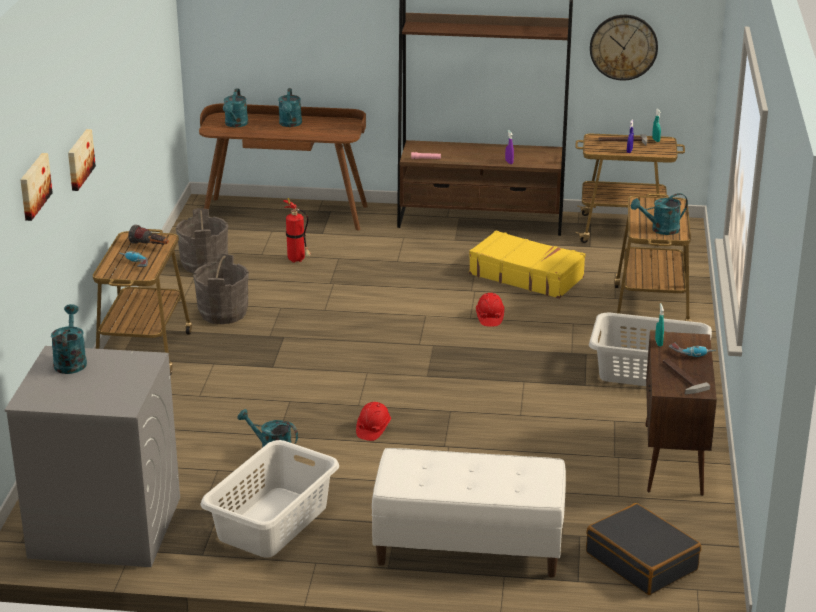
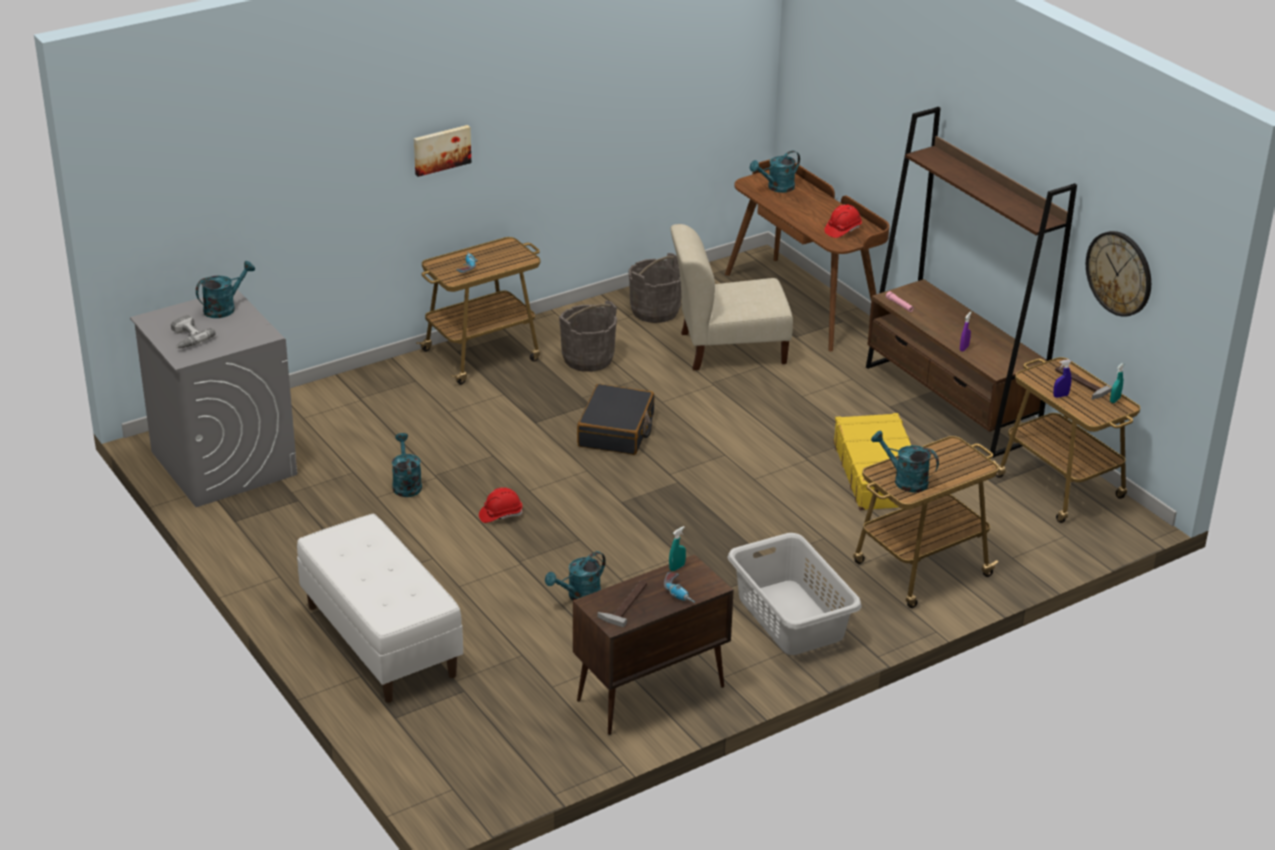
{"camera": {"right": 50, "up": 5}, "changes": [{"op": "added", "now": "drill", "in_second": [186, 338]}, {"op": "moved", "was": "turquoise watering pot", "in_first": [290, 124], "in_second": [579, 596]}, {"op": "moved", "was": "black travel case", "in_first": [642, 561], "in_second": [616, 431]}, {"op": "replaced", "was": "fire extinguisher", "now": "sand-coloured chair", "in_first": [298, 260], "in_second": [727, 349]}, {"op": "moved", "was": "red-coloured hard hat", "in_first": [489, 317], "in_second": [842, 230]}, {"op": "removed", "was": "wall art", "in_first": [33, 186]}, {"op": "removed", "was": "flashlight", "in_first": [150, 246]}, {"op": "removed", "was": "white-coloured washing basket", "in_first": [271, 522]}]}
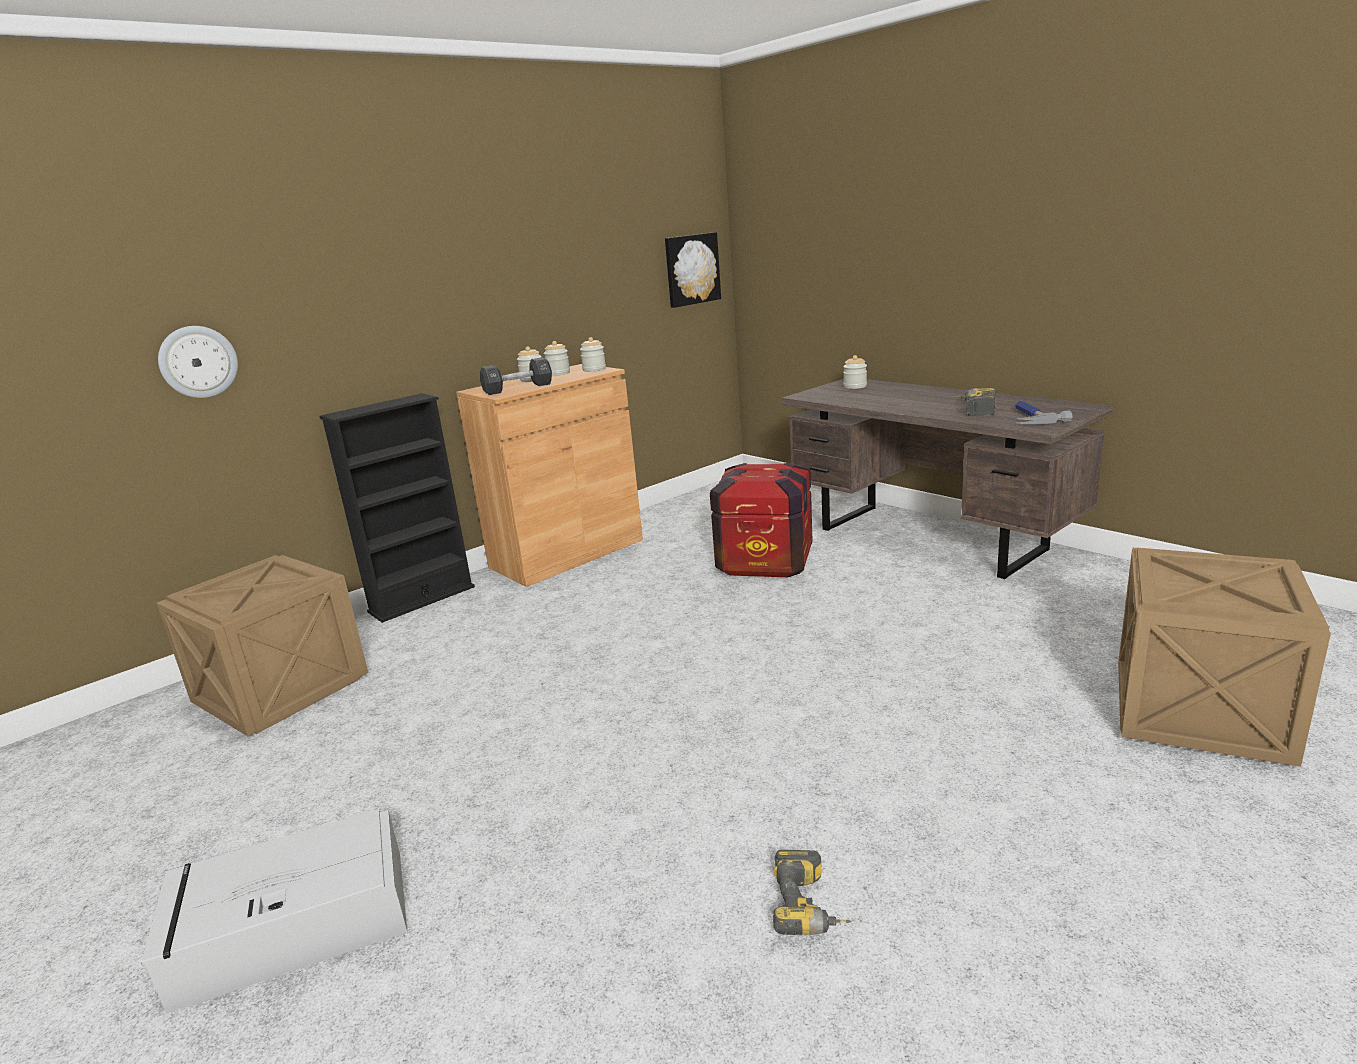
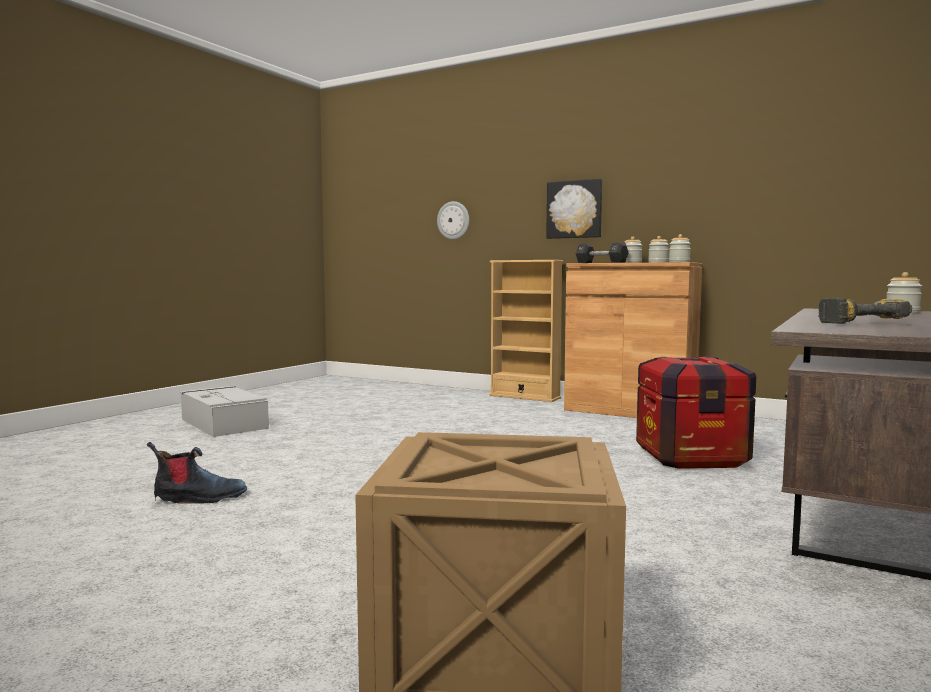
{"camera": {"right": 70, "up": -15}, "changes": [{"op": "replaced", "was": "drill", "now": "tall boot", "in_first": [810, 908], "in_second": [199, 498]}, {"op": "recoloured", "was": "black shelving unit", "now": "sand-coloured shelving unit", "in_first": [422, 599], "in_second": [524, 397]}, {"op": "moved", "was": "wall art", "in_first": [691, 269], "in_second": [574, 209]}, {"op": "removed", "was": "shipping crate", "in_first": [283, 689]}, {"op": "removed", "was": "tool hammer", "in_first": [1030, 417]}]}
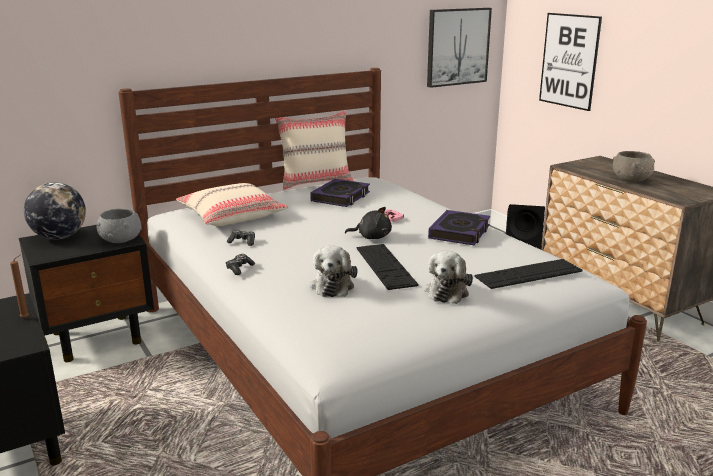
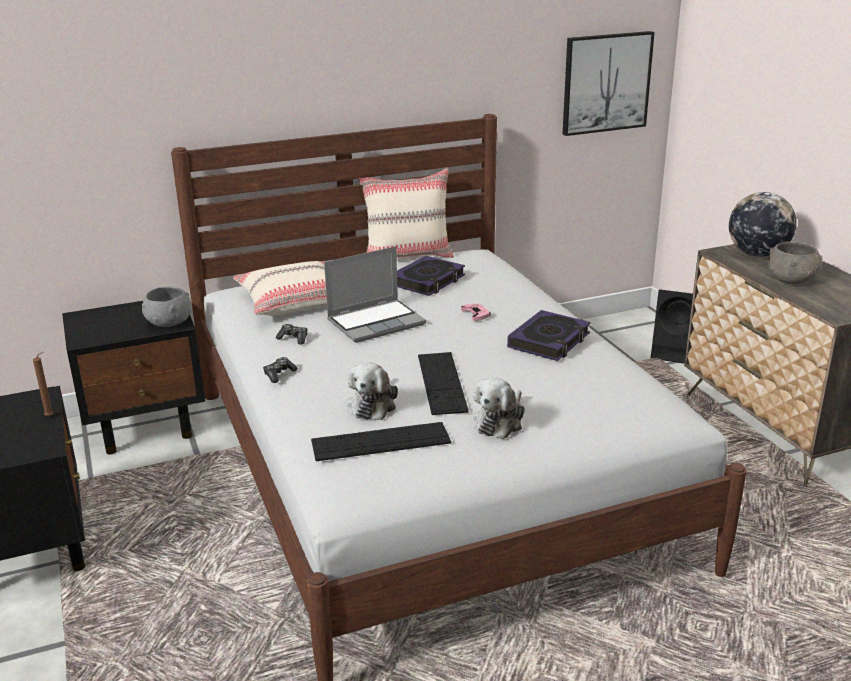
{"camera": {"right": 10, "up": 5}, "changes": [{"op": "moved", "was": "keyboard", "in_first": [528, 274], "in_second": [380, 442]}, {"op": "added", "now": "portable computer", "in_second": [376, 322]}, {"op": "moved", "was": "world globe", "in_first": [59, 237], "in_second": [757, 254]}, {"op": "removed", "was": "black plush toy", "in_first": [372, 237]}, {"op": "removed", "was": "wall art", "in_first": [569, 61]}]}
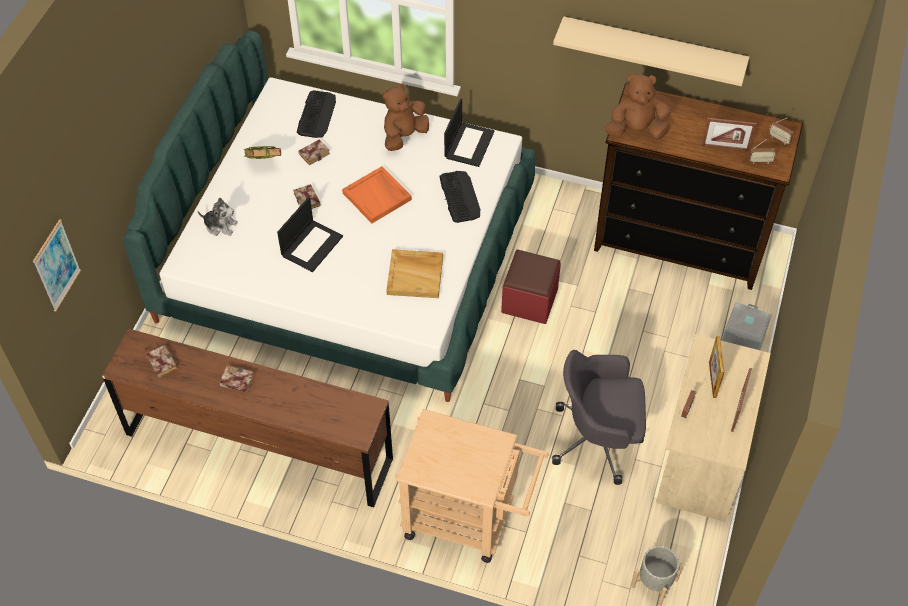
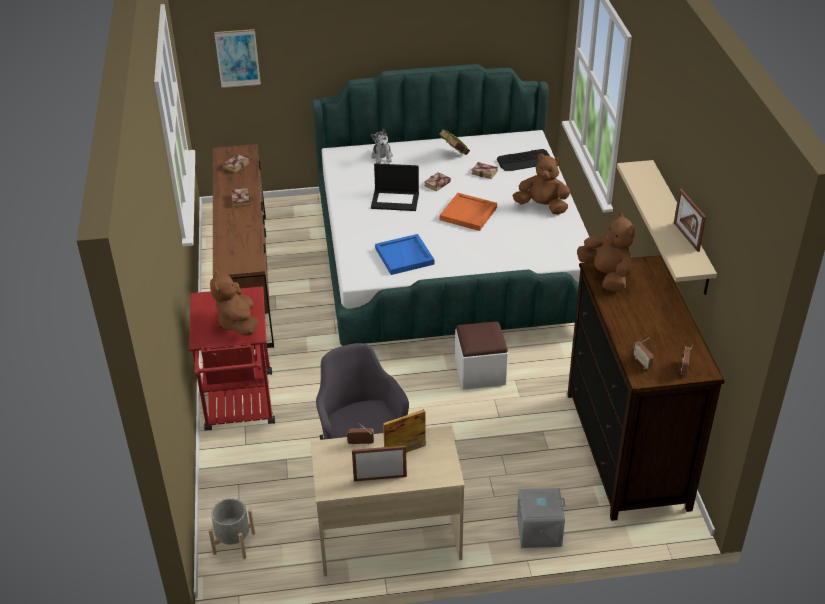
{"camera": {"right": 65, "up": -15}, "changes": [{"op": "recoloured", "was": "sand-coloured trolley", "now": "red-coloured trolley", "in_first": [468, 520], "in_second": [240, 407]}, {"op": "added", "now": "brown-coloured plush toy", "in_second": [238, 323]}, {"op": "recoloured", "was": "sand-coloured serving tray", "now": "blue-coloured serving tray", "in_first": [415, 275], "in_second": [405, 256]}, {"op": "recoloured", "was": "red-coloured pouffe", "now": "white-coloured pouffe", "in_first": [529, 301], "in_second": [480, 372]}, {"op": "moved", "was": "picture frame", "in_first": [725, 147], "in_second": [686, 237]}, {"op": "removed", "was": "keyboard", "in_first": [459, 196]}, {"op": "removed", "was": "portable computer", "in_first": [469, 144]}]}
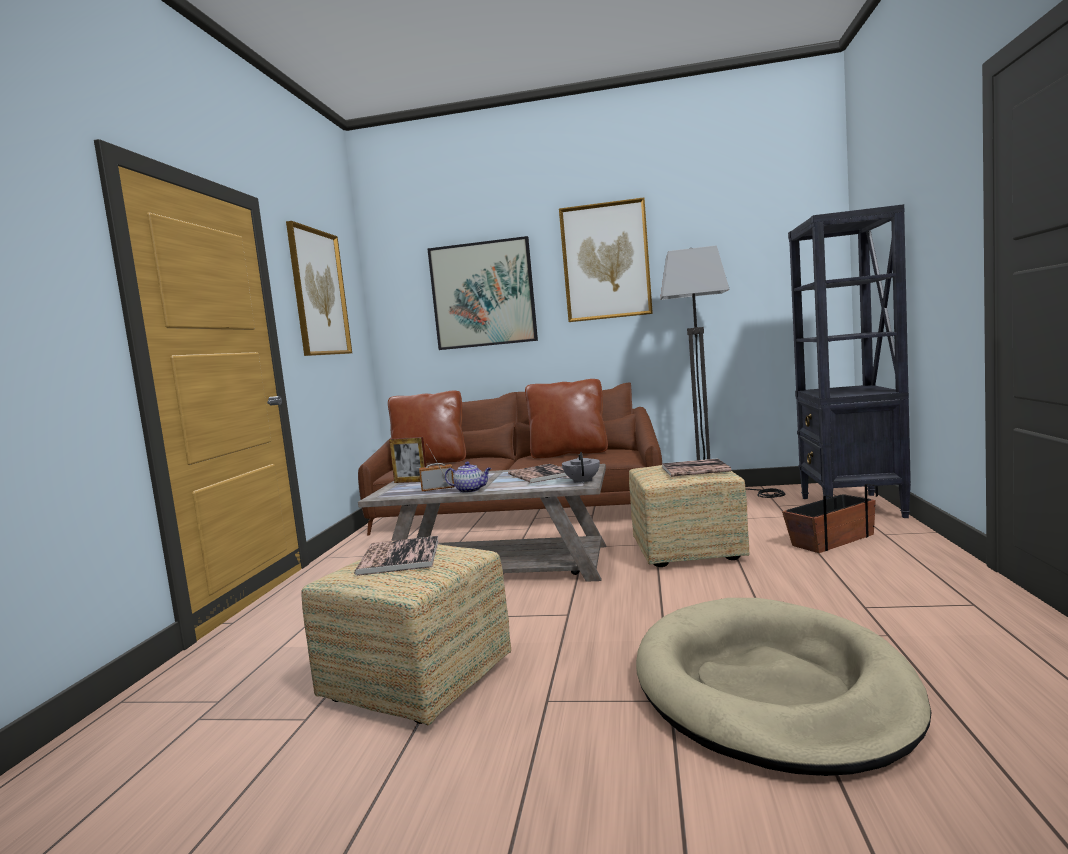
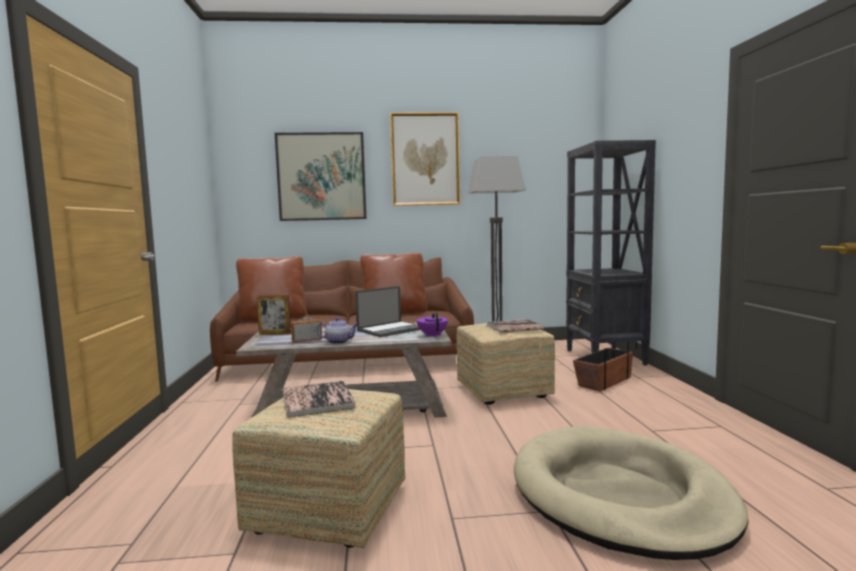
{"camera": {"right": -15, "up": 0}, "changes": [{"op": "replaced", "was": "bound book", "now": "portable computer", "in_first": [540, 475], "in_second": [391, 329]}, {"op": "recoloured", "was": "grey pot for tea", "now": "purplish pot for tea", "in_first": [582, 481], "in_second": [432, 335]}, {"op": "removed", "was": "wall art", "in_first": [319, 293]}]}
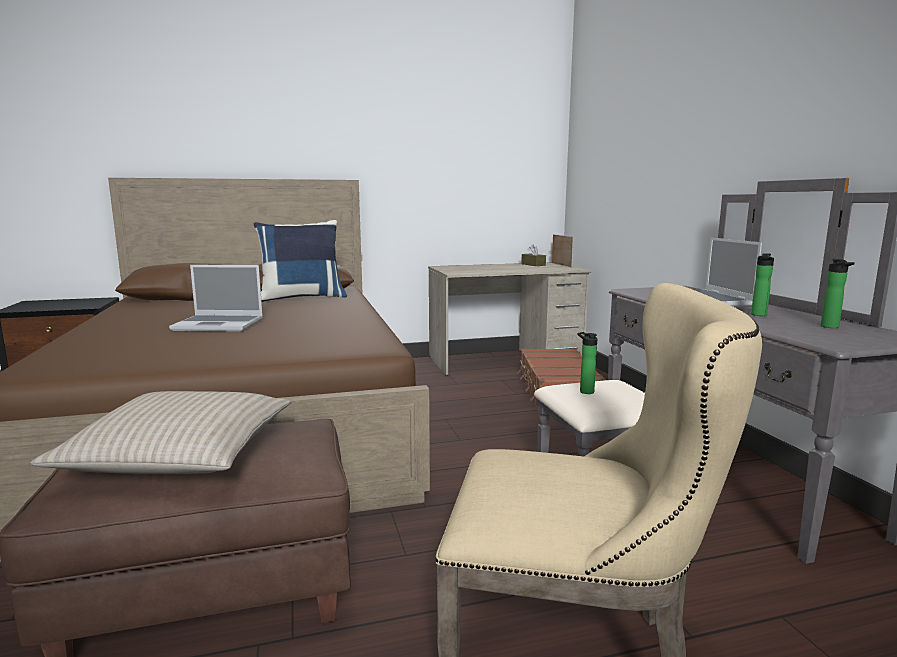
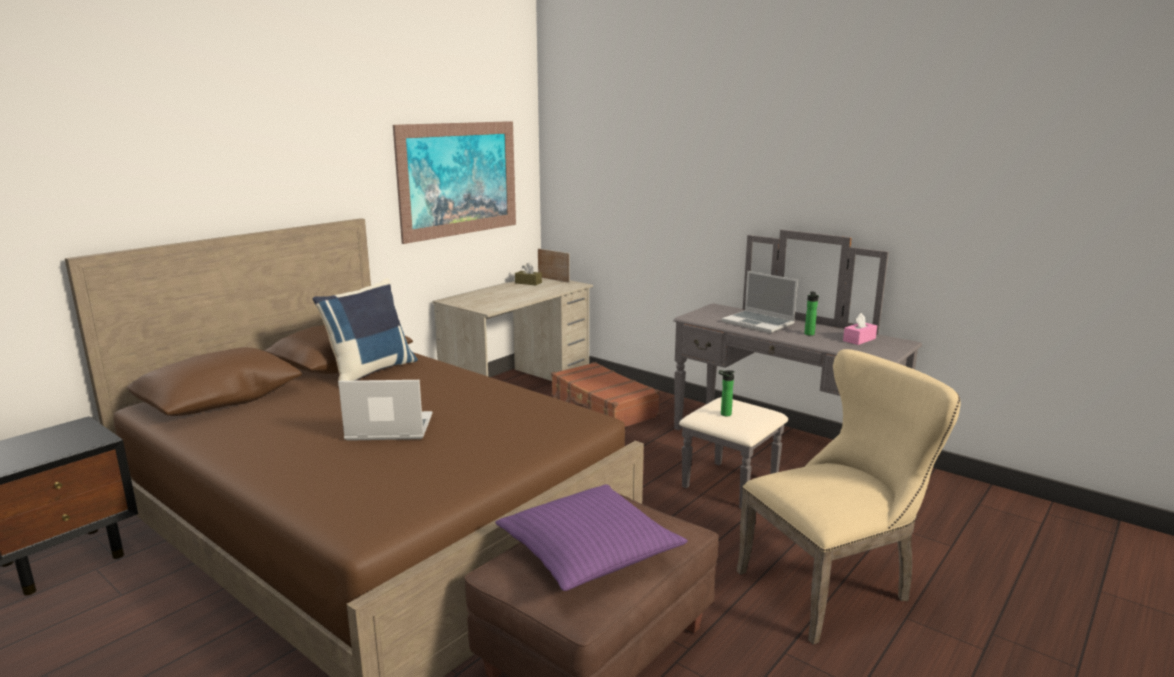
{"camera": {"right": -35, "up": 5}, "changes": [{"op": "turned", "was": "portable computer", "in_first": [220, 325], "in_second": [388, 429], "clockwise": -150}, {"op": "added", "now": "wall art", "in_second": [459, 179]}, {"op": "recoloured", "was": "sand-coloured cushion", "now": "purplish cushion", "in_first": [181, 454], "in_second": [588, 551]}, {"op": "replaced", "was": "beverage bottle", "now": "pink box of tissues", "in_first": [831, 327], "in_second": [859, 339]}]}
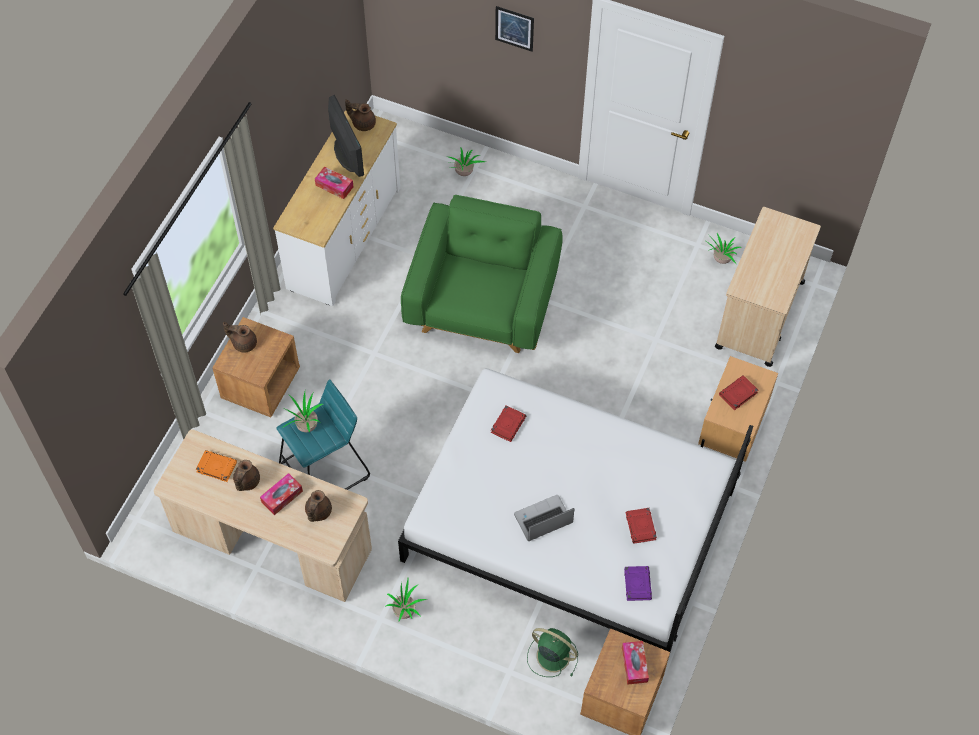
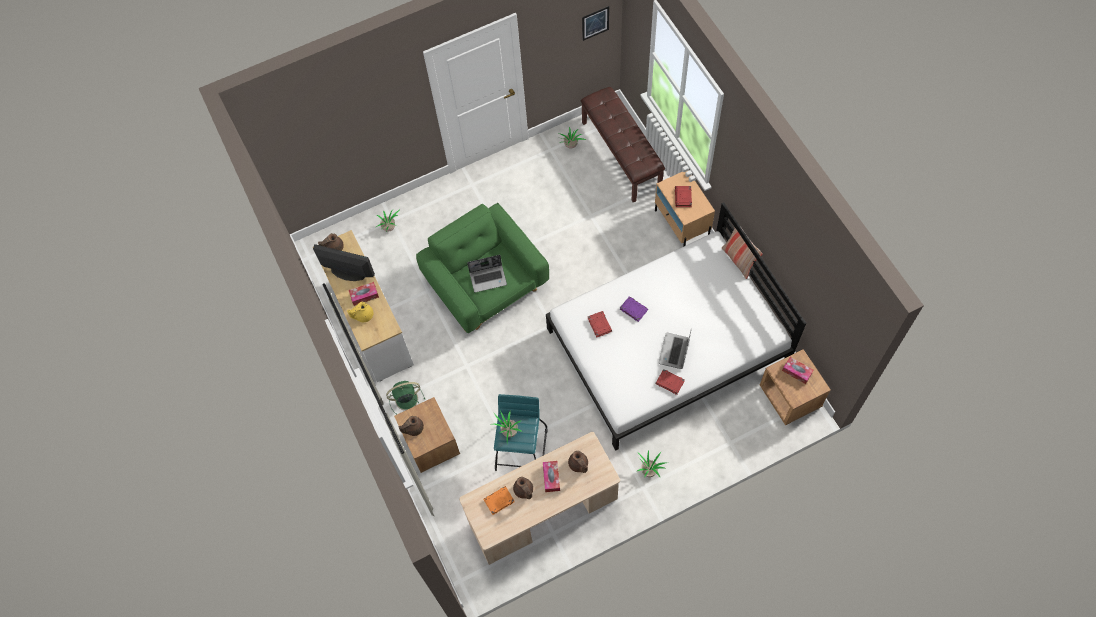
{"camera": {"right": -45, "up": 5}, "changes": [{"op": "added", "now": "yellow-coloured pot for tea", "in_second": [363, 315]}, {"op": "moved", "was": "greenish fan", "in_first": [551, 655], "in_second": [405, 400]}, {"op": "added", "now": "portable computer", "in_second": [488, 278]}, {"op": "replaced", "was": "sand-coloured trolley", "now": "brown-coloured bench", "in_first": [759, 315], "in_second": [621, 155]}, {"op": "moved", "was": "wall art", "in_first": [514, 28], "in_second": [595, 23]}, {"op": "moved", "was": "purplish bound book", "in_first": [637, 584], "in_second": [633, 309]}, {"op": "moved", "was": "red-coloured bound book", "in_first": [641, 527], "in_second": [670, 382]}, {"op": "added", "now": "cushion", "in_second": [739, 260]}]}
